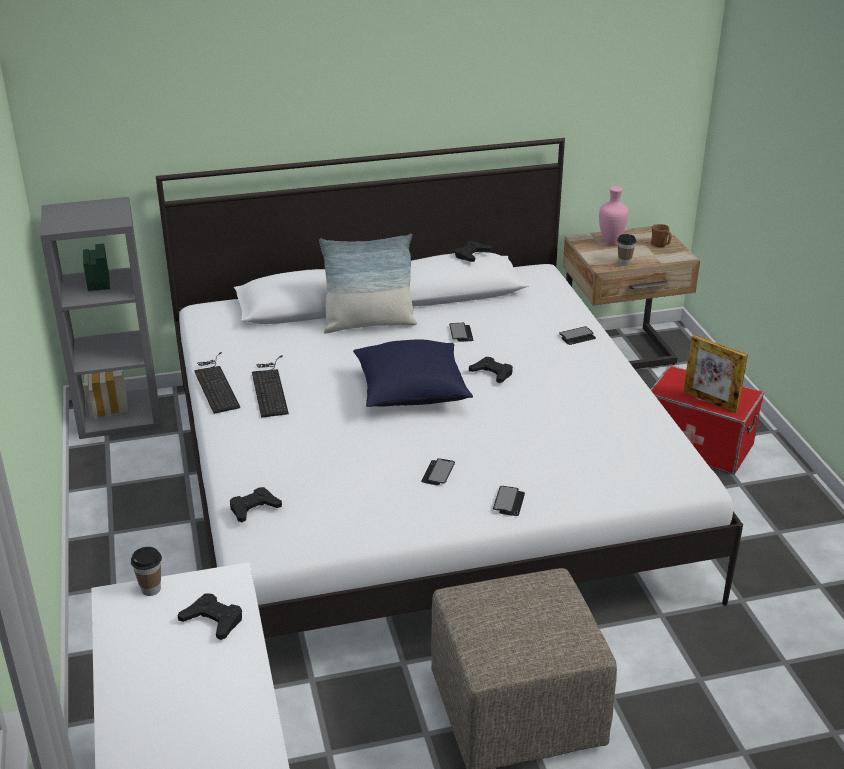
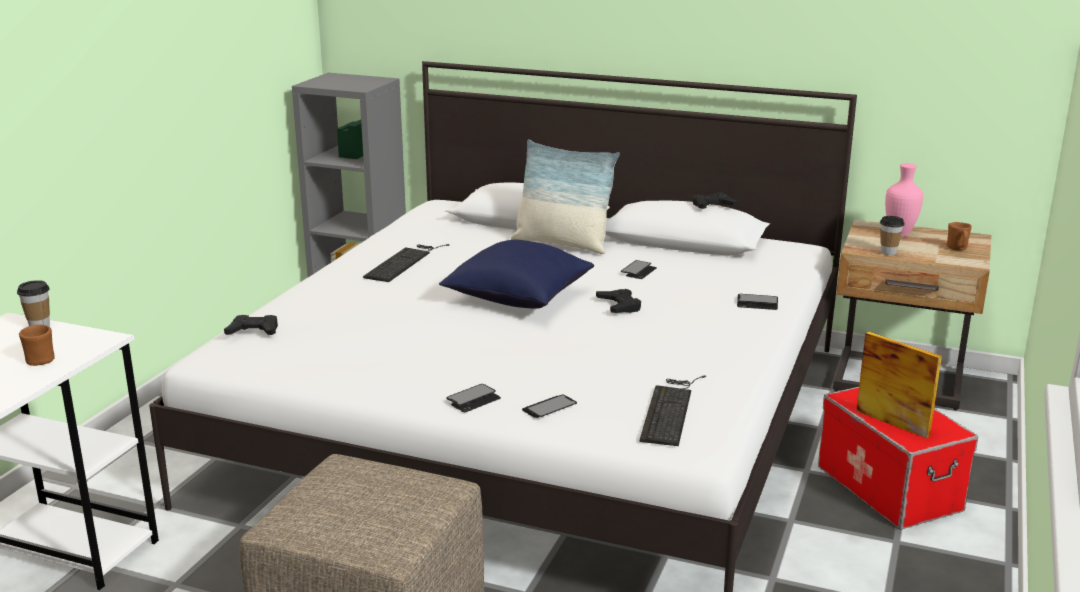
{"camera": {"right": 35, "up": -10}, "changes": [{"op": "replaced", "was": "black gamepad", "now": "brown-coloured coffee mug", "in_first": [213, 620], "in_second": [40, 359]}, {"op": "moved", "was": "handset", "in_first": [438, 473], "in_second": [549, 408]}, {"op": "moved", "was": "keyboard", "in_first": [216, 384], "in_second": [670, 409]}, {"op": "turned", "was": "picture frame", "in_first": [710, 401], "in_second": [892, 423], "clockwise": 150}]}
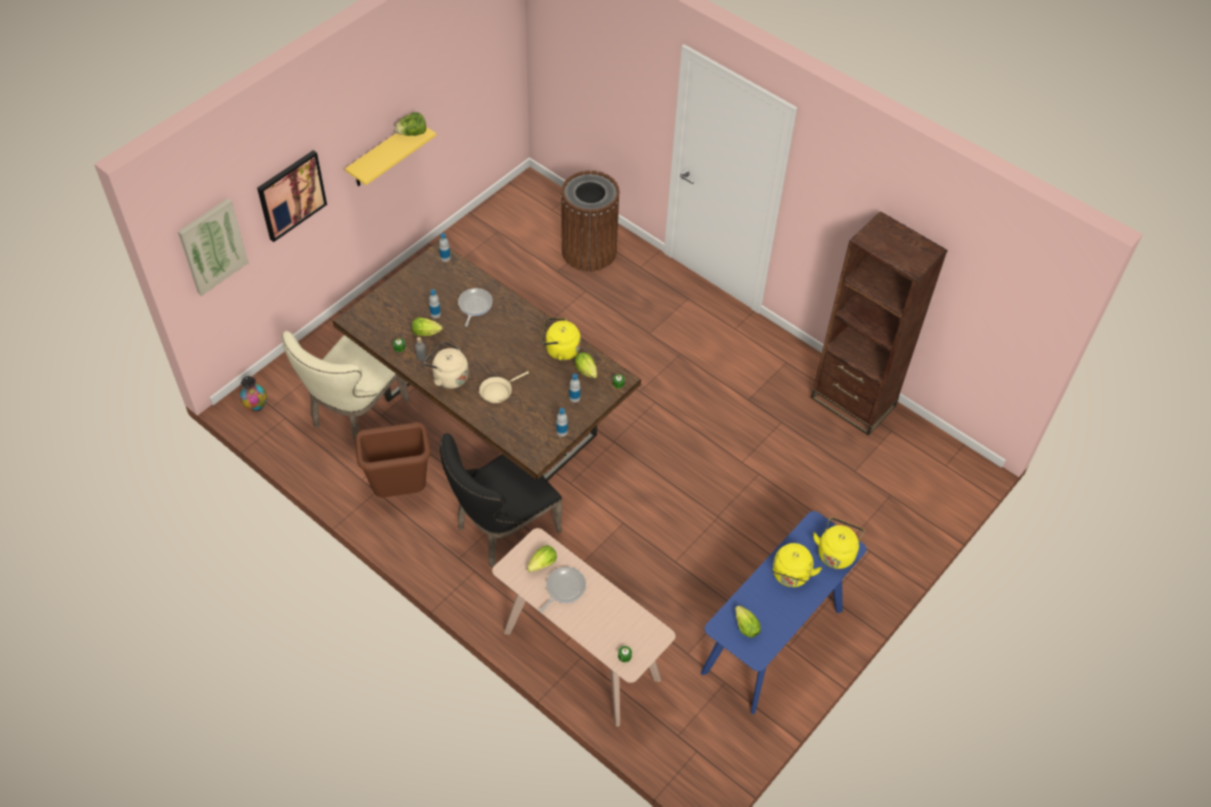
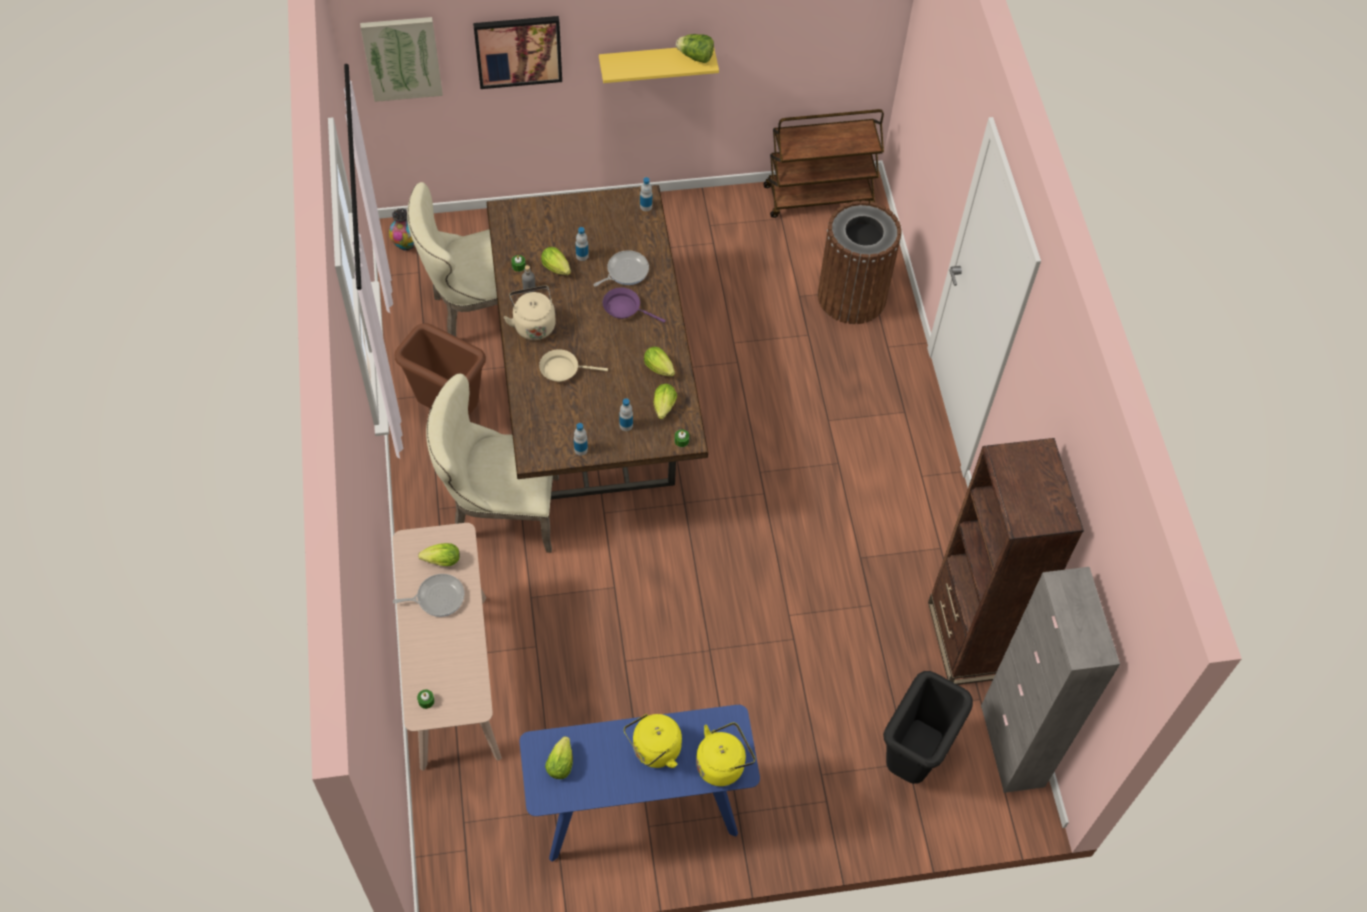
{"camera": {"right": 40, "up": 5}, "changes": [{"op": "recoloured", "was": "black chair", "now": "sand-coloured chair", "in_first": [502, 530], "in_second": [500, 511]}, {"op": "added", "now": "purplish pan", "in_second": [625, 308]}, {"op": "replaced", "was": "yellow-coloured tea kettle", "now": "head of lettuce", "in_first": [560, 350], "in_second": [660, 369]}, {"op": "added", "now": "brown-coloured trolley", "in_second": [819, 196]}, {"op": "added", "now": "black trash can", "in_second": [912, 759]}, {"op": "added", "now": "grey storage cabinet", "in_second": [1011, 746]}]}
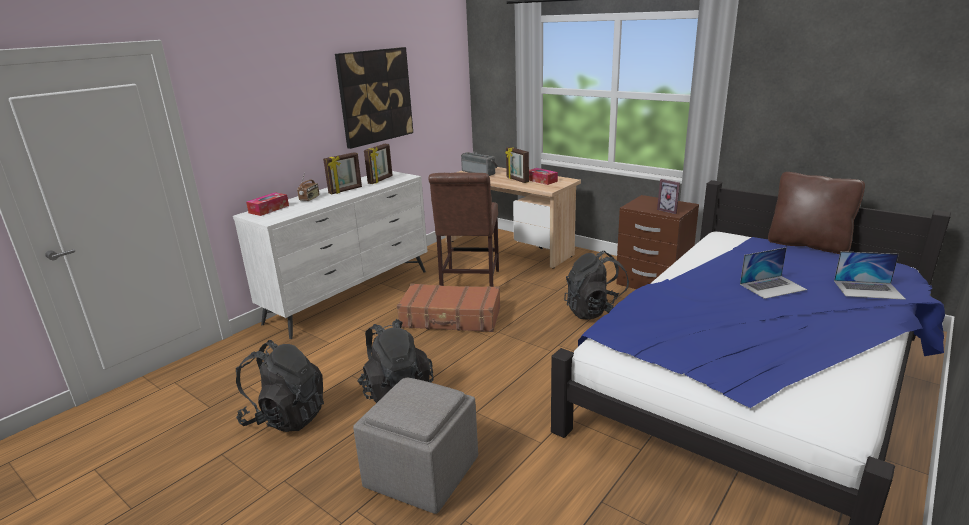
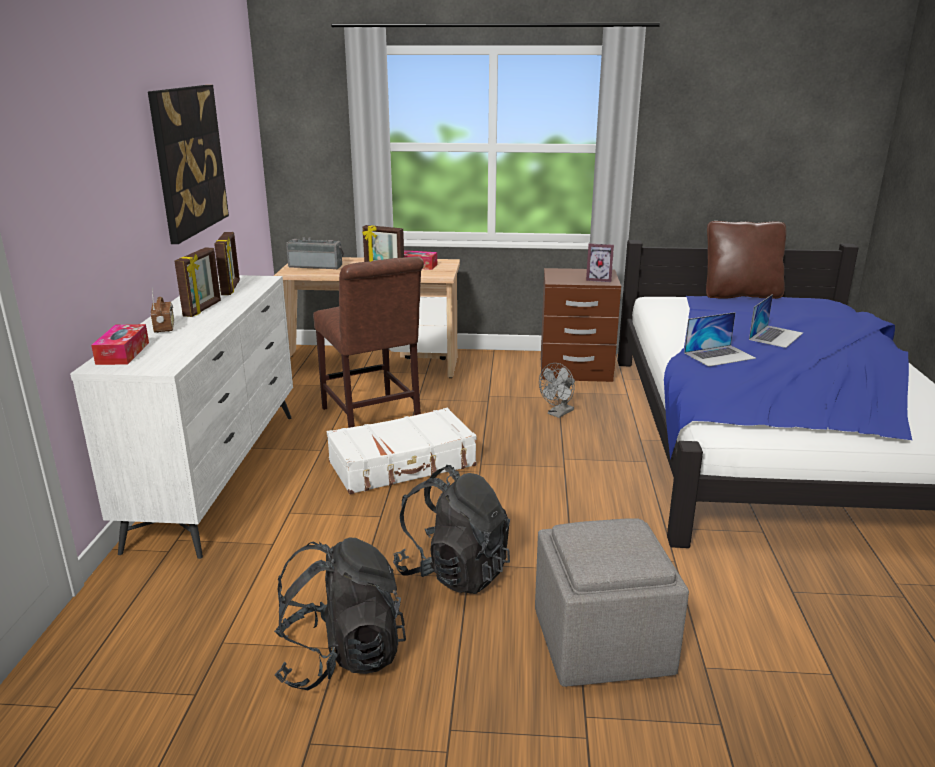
{"camera": {"right": -35, "up": 0}, "changes": [{"op": "recoloured", "was": "brown-coloured travel case", "now": "white-coloured travel case", "in_first": [451, 318], "in_second": [403, 464]}, {"op": "replaced", "was": "black knapsack", "now": "grey fan", "in_first": [596, 312], "in_second": [558, 414]}, {"op": "moved", "was": "portable computer", "in_first": [868, 289], "in_second": [719, 355]}]}
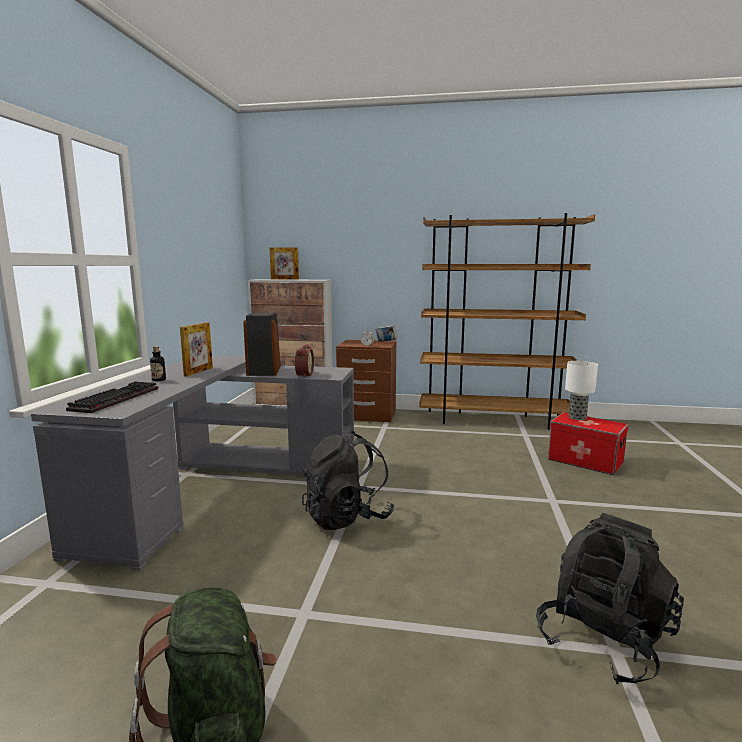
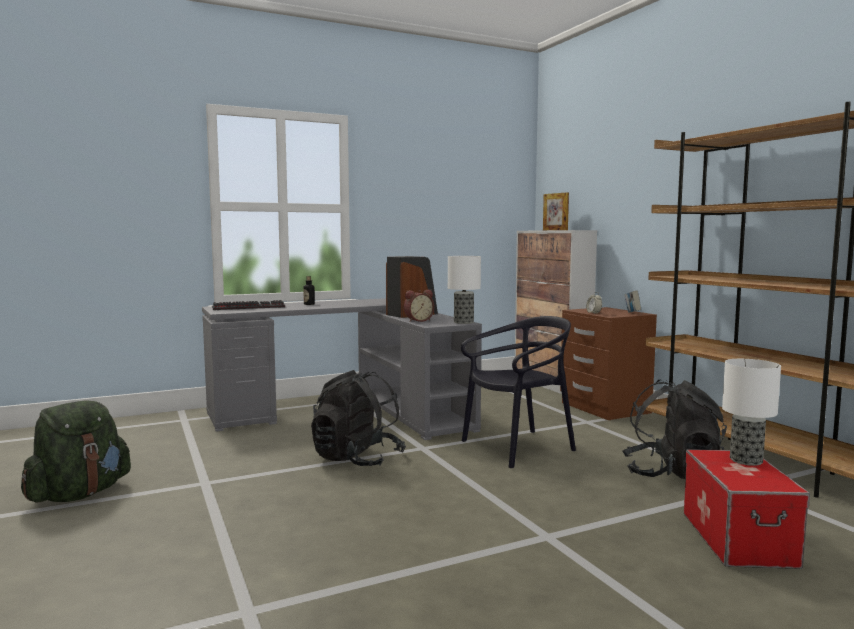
{"camera": {"right": 55, "up": -5}, "changes": [{"op": "added", "now": "tabletop lamp", "in_second": [463, 322]}, {"op": "added", "now": "black chair", "in_second": [518, 447]}, {"op": "moved", "was": "black knapsack", "in_first": [603, 640], "in_second": [672, 474]}, {"op": "removed", "was": "picture frame", "in_first": [198, 371]}]}
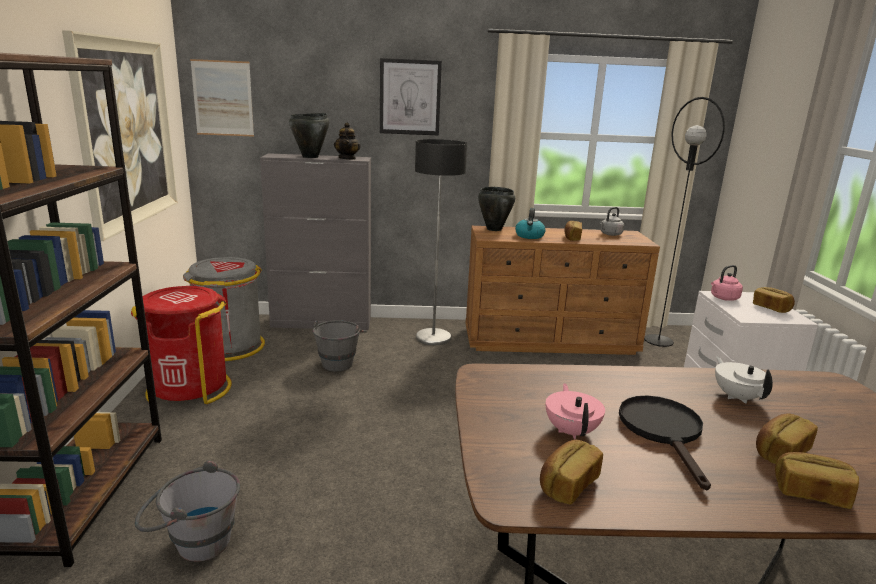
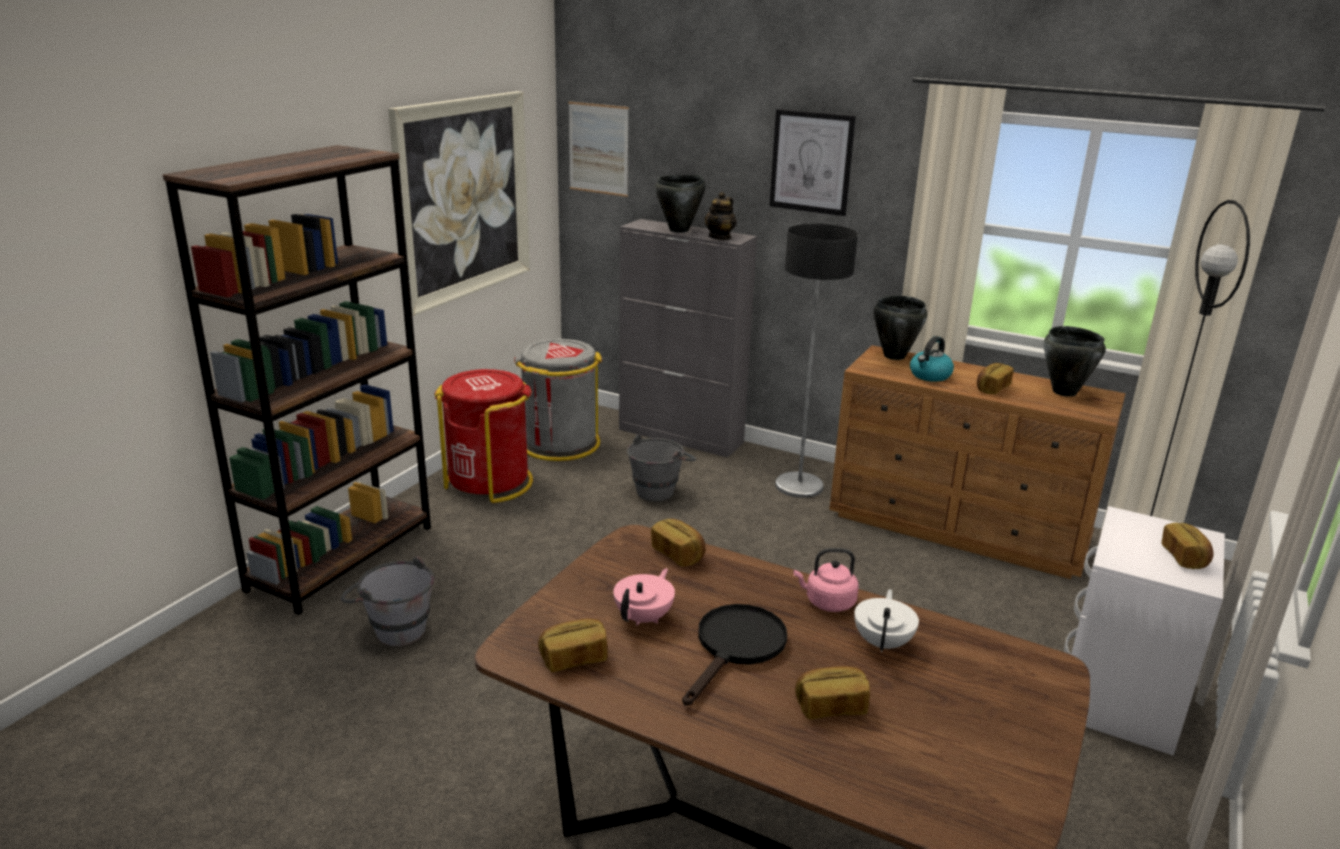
{"camera": {"right": 30, "up": 5}, "changes": [{"op": "moved", "was": "baked bread", "in_first": [811, 493], "in_second": [678, 554]}, {"op": "moved", "was": "pink tea kettle", "in_first": [723, 298], "in_second": [827, 602]}, {"op": "replaced", "was": "grey tea kettle", "now": "black saucepot", "in_first": [610, 234], "in_second": [1064, 392]}]}
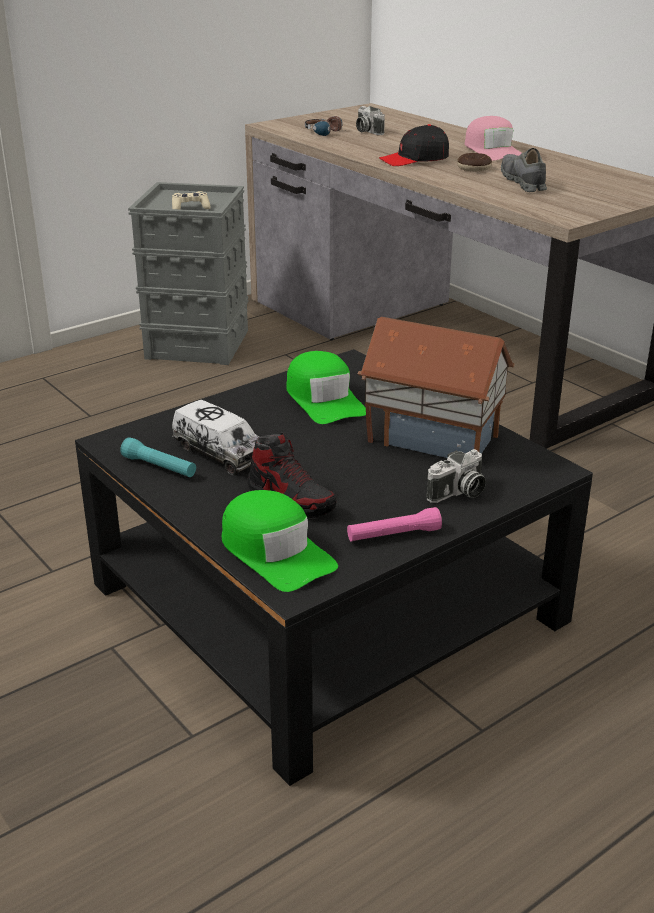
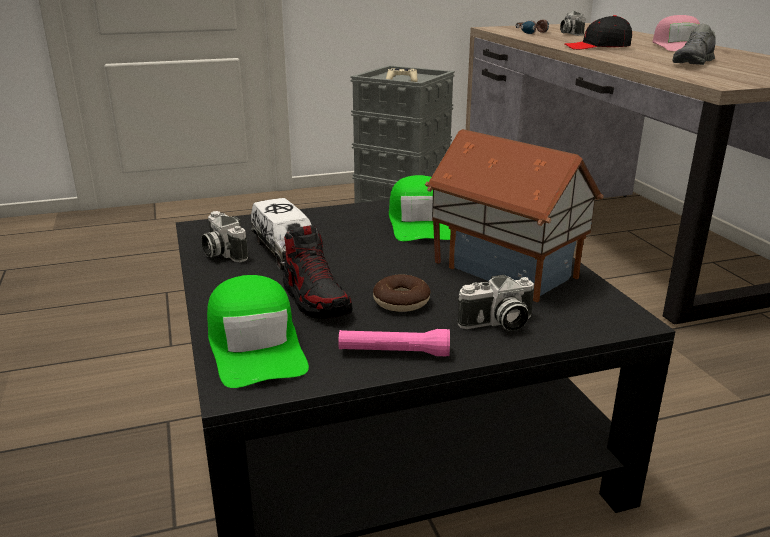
{"camera": {"right": 20, "up": -5}, "changes": [{"op": "replaced", "was": "turquoise flashlight", "now": "still camera", "in_first": [159, 467], "in_second": [222, 252]}, {"op": "moved", "was": "ring doughnut", "in_first": [474, 168], "in_second": [401, 302]}, {"op": "turned", "was": "grey item of footwear", "in_first": [523, 182], "in_second": [693, 63], "clockwise": -150}]}
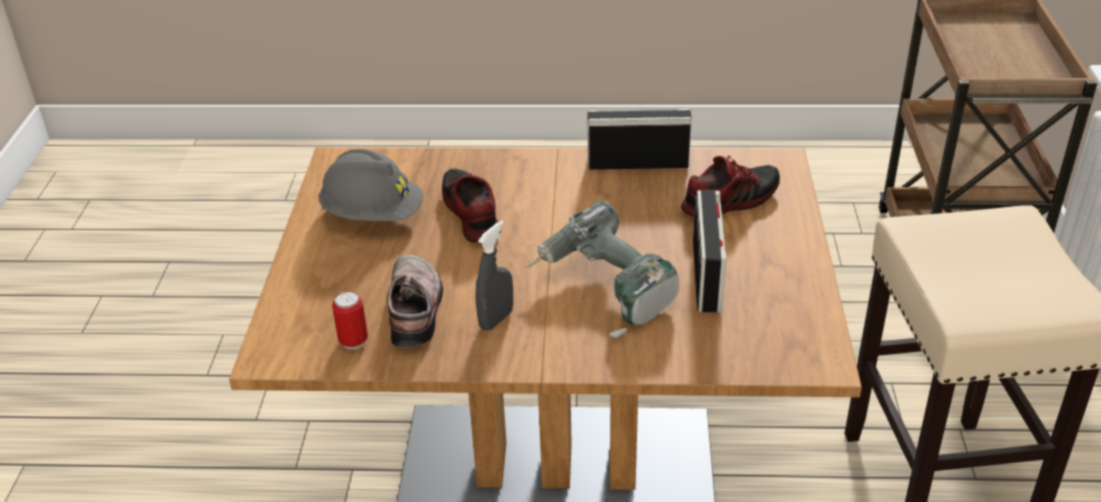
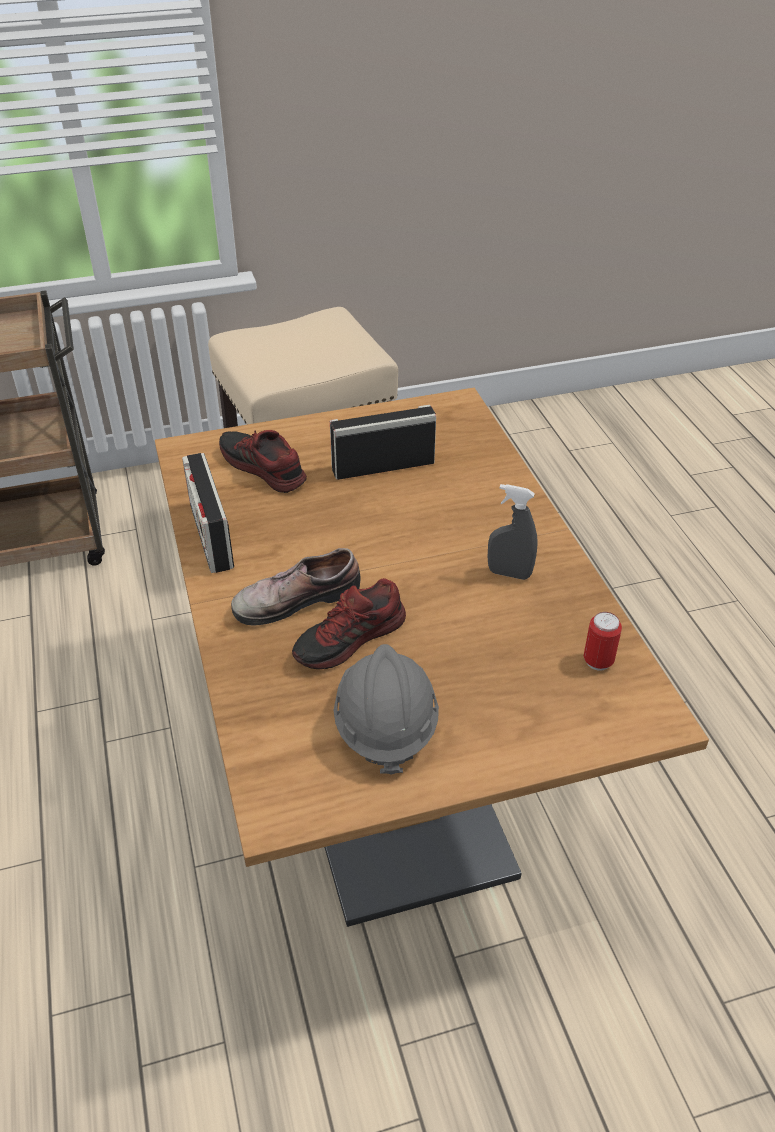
{"camera": {"right": -110, "up": 5}, "changes": [{"op": "moved", "was": "item of footwear", "in_first": [417, 308], "in_second": [295, 597]}, {"op": "removed", "was": "drill", "in_first": [603, 291]}]}
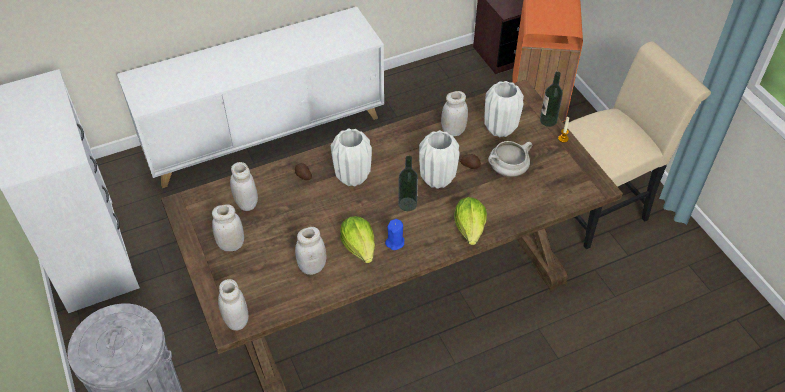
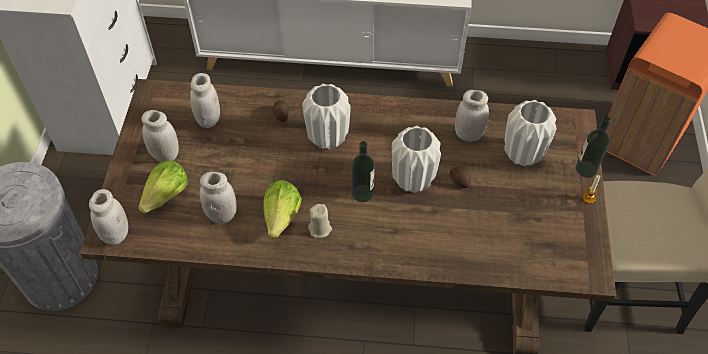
{"camera": {"right": 30, "up": 5}, "changes": [{"op": "moved", "was": "head of lettuce", "in_first": [470, 228], "in_second": [167, 196]}, {"op": "recoloured", "was": "blue-coloured wax light", "now": "sand-coloured wax light", "in_first": [395, 242], "in_second": [320, 229]}, {"op": "removed", "was": "white-coloured saucepot", "in_first": [507, 170]}]}
